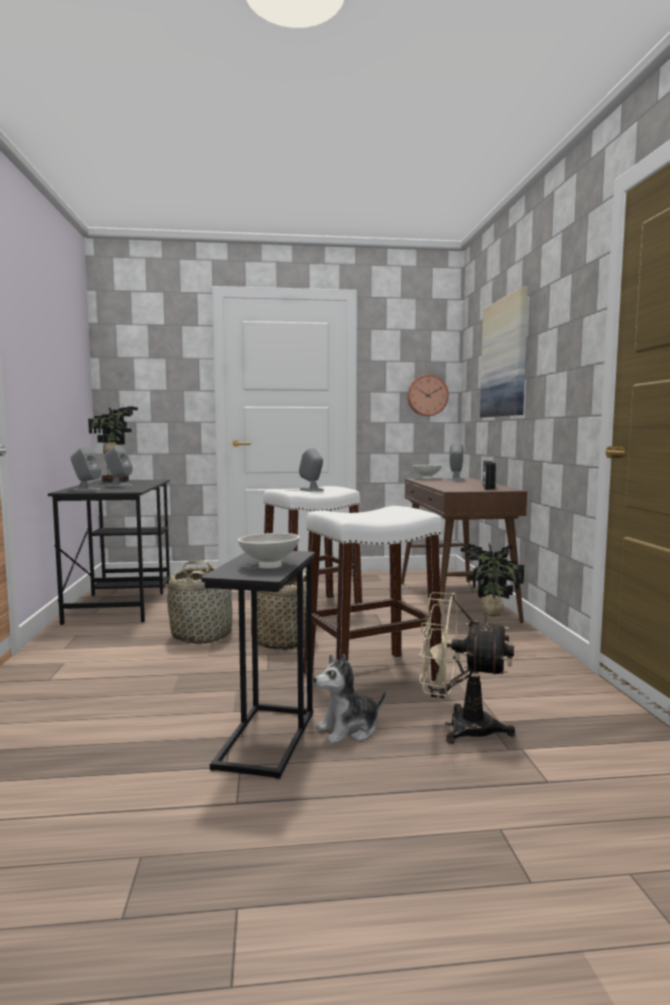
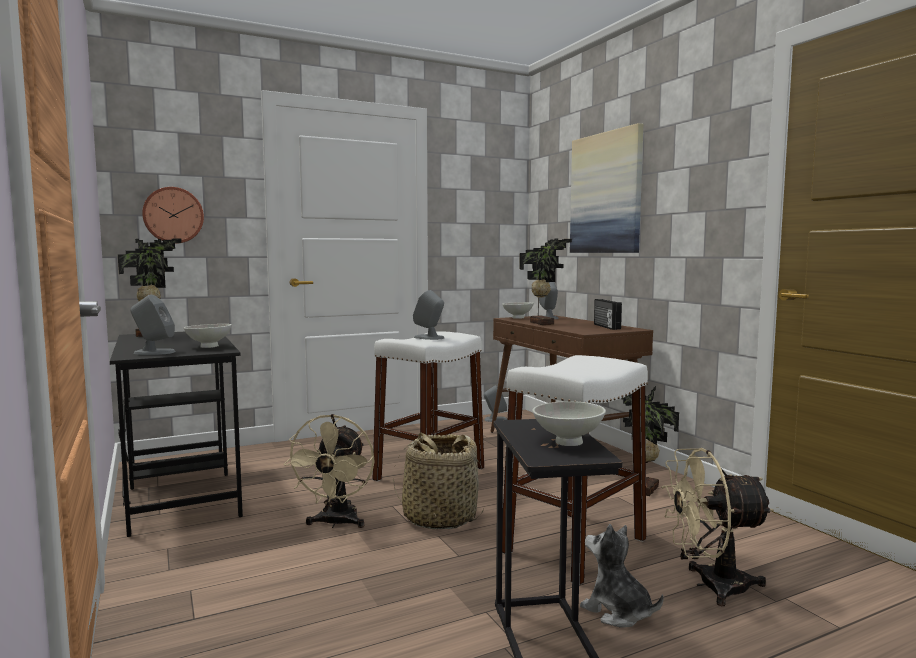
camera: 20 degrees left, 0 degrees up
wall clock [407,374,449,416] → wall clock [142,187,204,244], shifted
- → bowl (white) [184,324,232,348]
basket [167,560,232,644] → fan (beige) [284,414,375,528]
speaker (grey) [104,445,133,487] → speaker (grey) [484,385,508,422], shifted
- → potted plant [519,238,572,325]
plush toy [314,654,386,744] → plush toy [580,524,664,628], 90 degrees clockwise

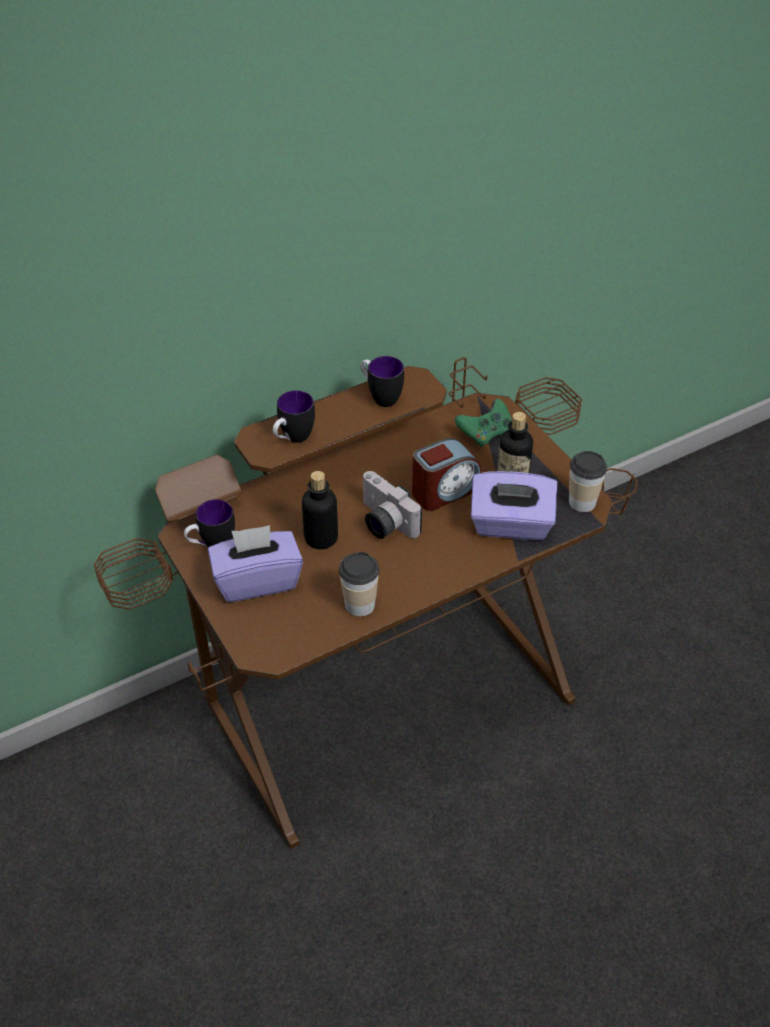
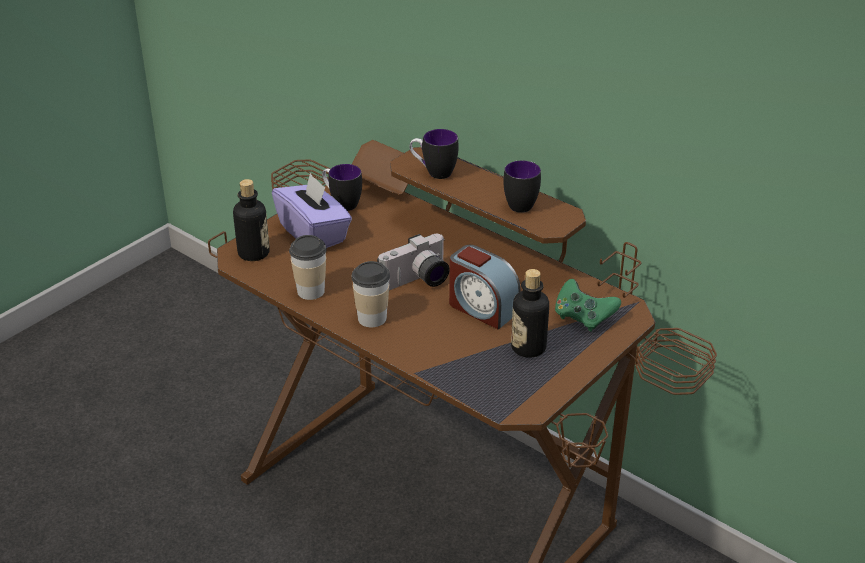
camera: 70 degrees right, 10 degrees down
bottle [302,471,338,549] → bottle [233,179,270,261], shifted
cup [569,451,607,512] → cup [351,261,390,327], shifted
photo camera [362,471,422,539] → photo camera [377,234,450,290], 150 degrees counterclockwise
tissue box (purple) [471,471,557,540] → -

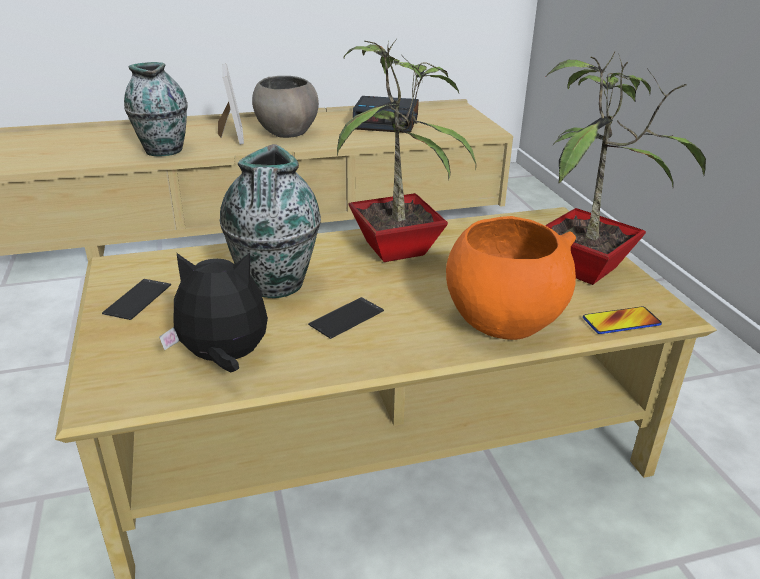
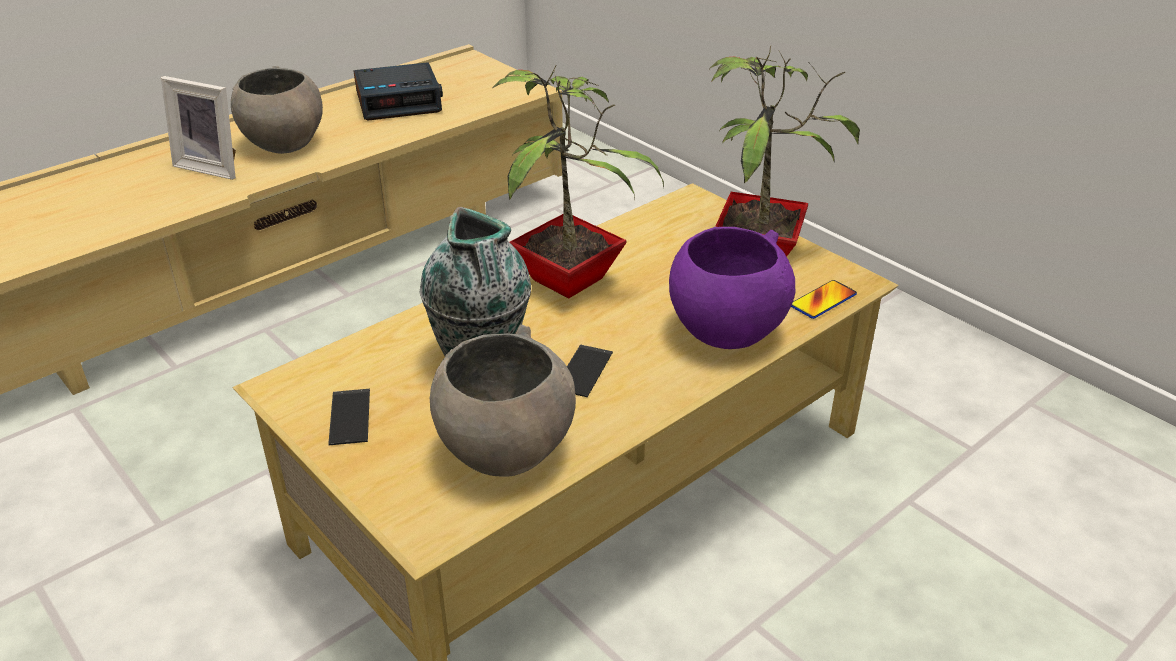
camera: 25 degrees left, 5 degrees up
picture frame [218,64,244,145] → picture frame [161,76,236,180], 150 degrees clockwise
plush toy [159,253,268,372] → bowl (grey) [430,325,576,476]
bowl (orange) [446,216,576,340] → bowl (purple) [669,227,795,349]
vase [124,62,188,156] → -

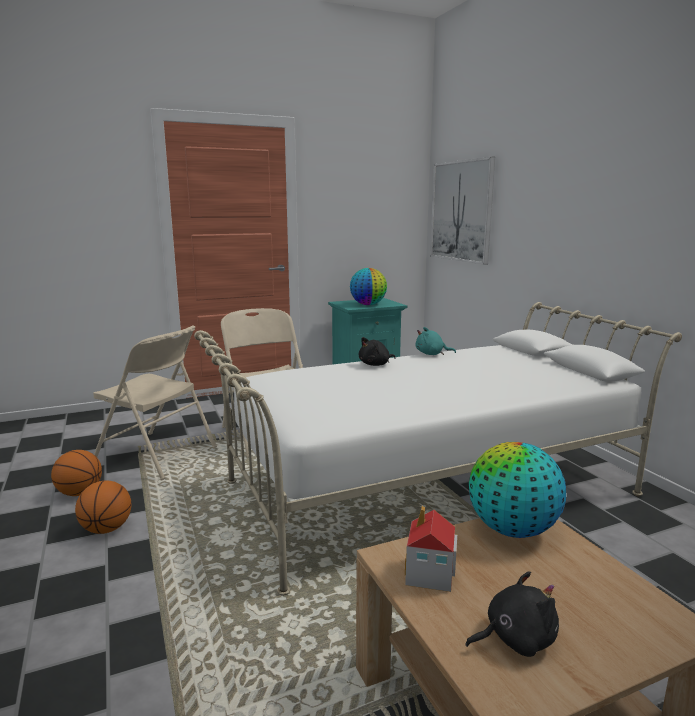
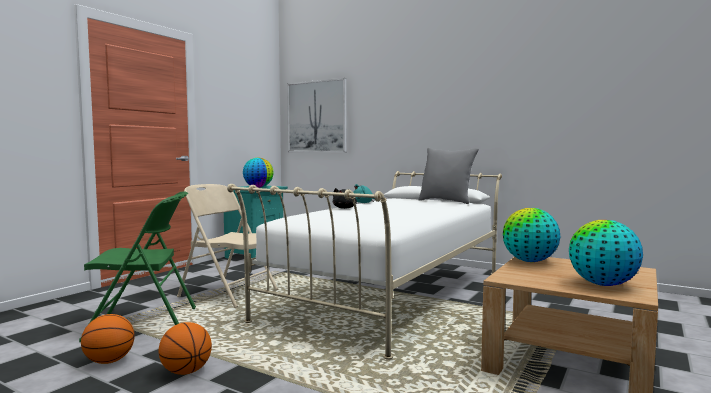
camera: 35 degrees left, 10 degrees down
chair (beige) [93,325,217,481] → chair (green) [79,191,196,343]
- → pillow (grey) [418,148,479,204]
plush toy (black) [465,571,559,657] → globe [569,220,643,286]
toy house [405,506,457,592] → -

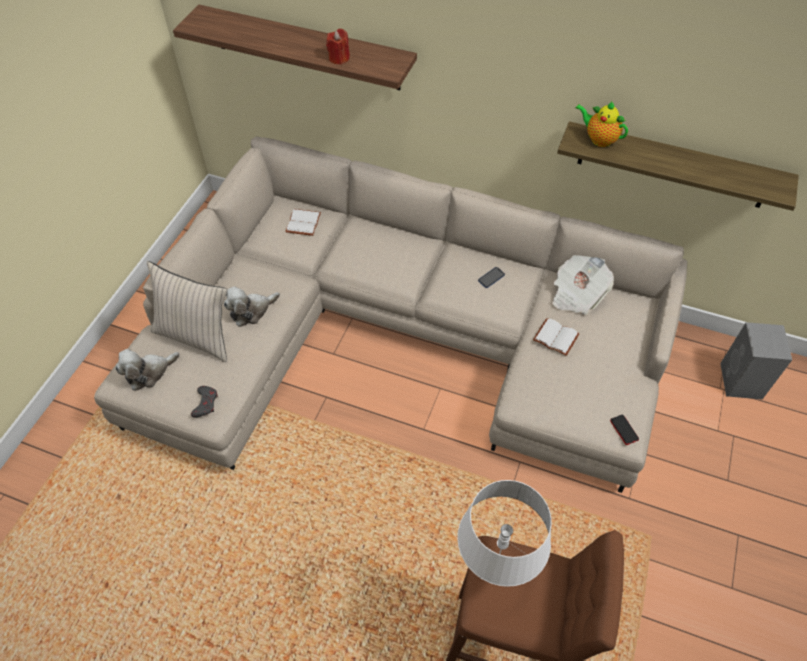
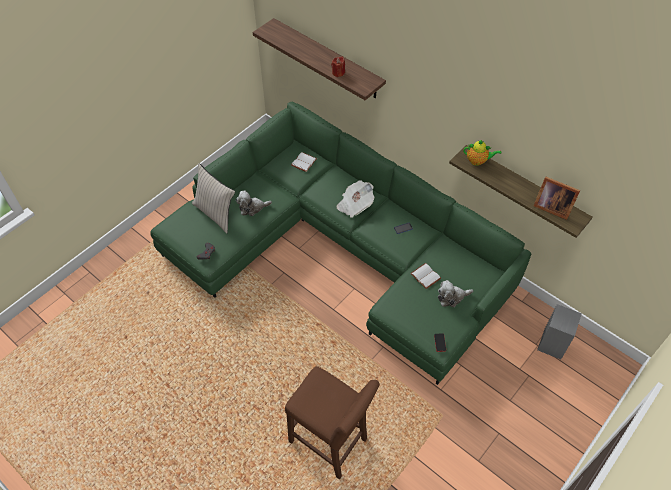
camera: 20 degrees right, 0 degrees up
sofa (beige) [94,136,687,493] → sofa (green) [150,102,532,385]
newspaper [552,255,614,315] → newspaper [336,180,374,218], shifted
plush toy [115,349,180,391] → plush toy [438,280,473,307], shifted
teapot [575,101,628,147] → teapot [463,140,501,166], 135 degrees clockwise
- → picture frame [533,177,580,220]
table lamp (white) [457,480,552,587] → -

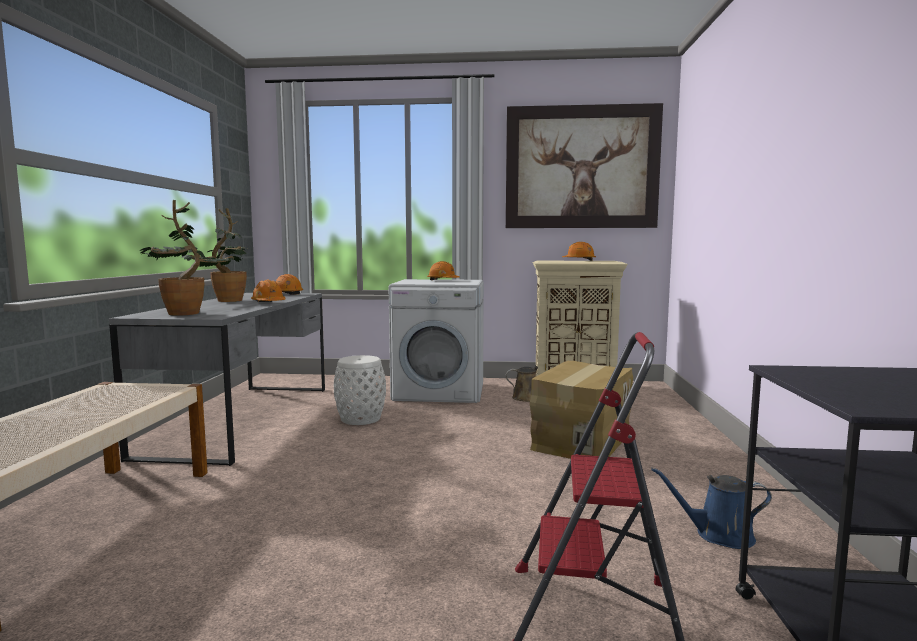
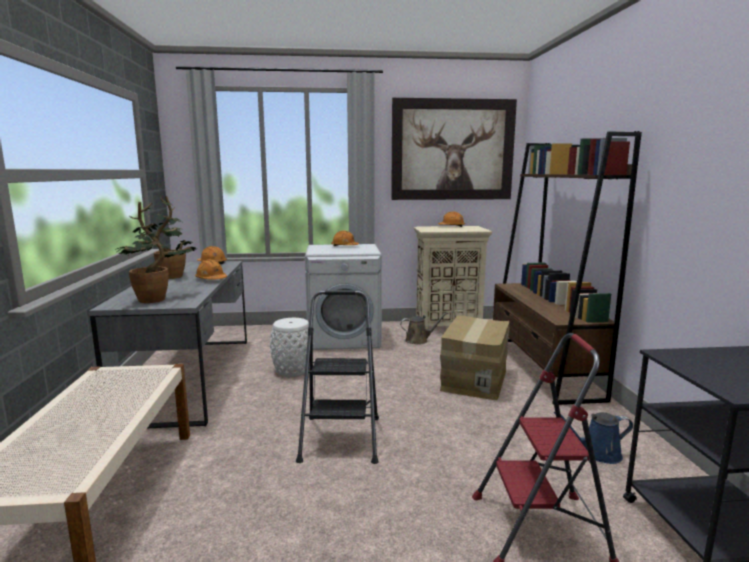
camera: 10 degrees left, 5 degrees up
- → step ladder (black) [296,290,379,464]
- → bookcase (brown) [493,131,642,405]

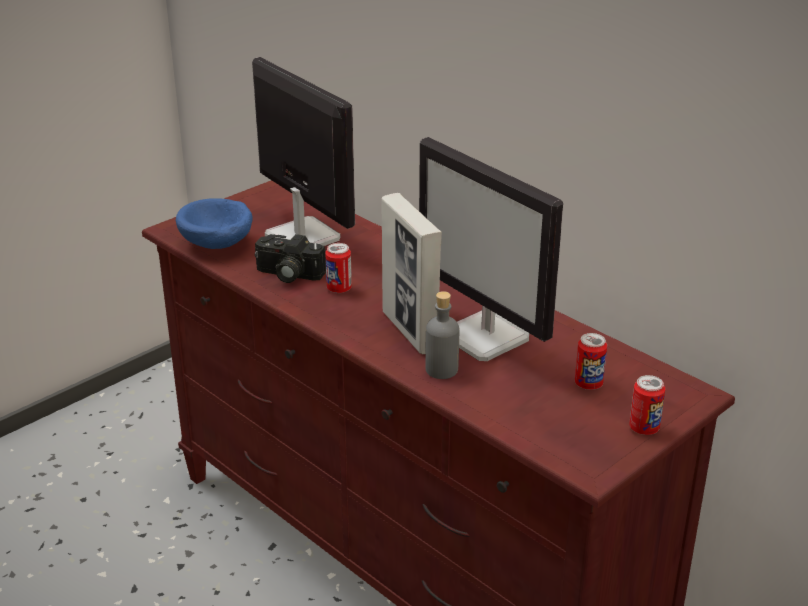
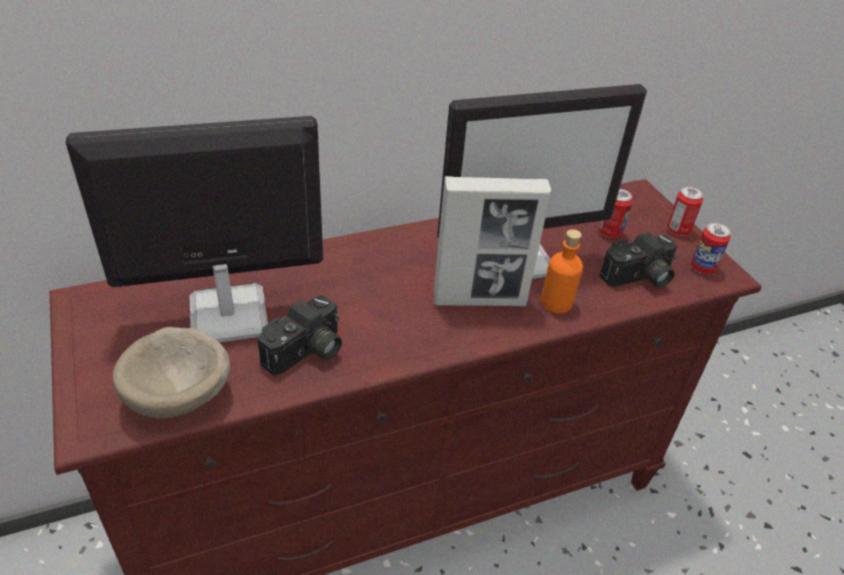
camera: 70 degrees left, 10 degrees up
bowl (blue) [176,198,253,249] → bowl (beige) [113,327,231,418]
bottle (grey) [425,291,459,379] → bottle (orange) [541,229,583,314]
- → photo camera [600,232,678,288]
can [325,243,352,293] → can [691,223,731,274], shifted

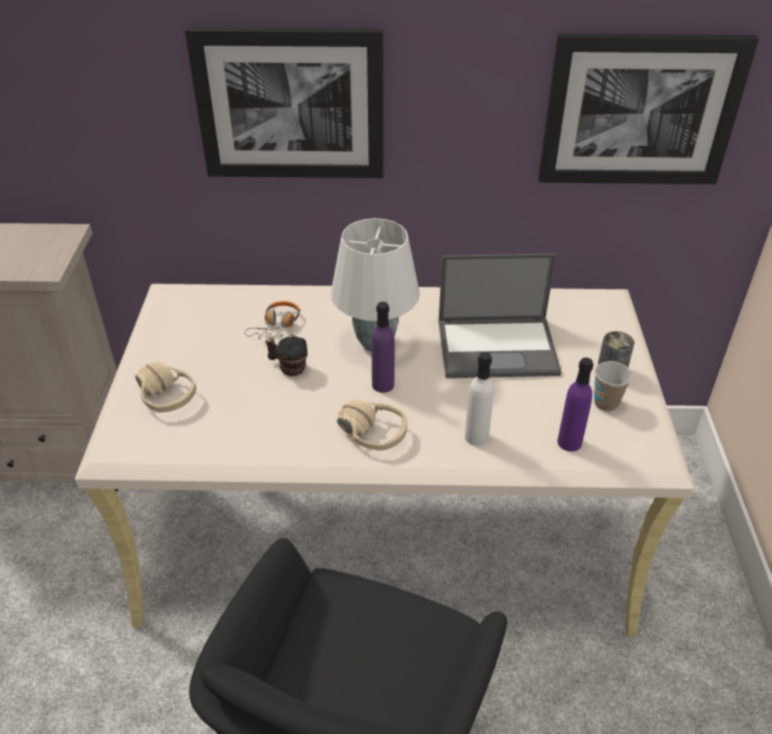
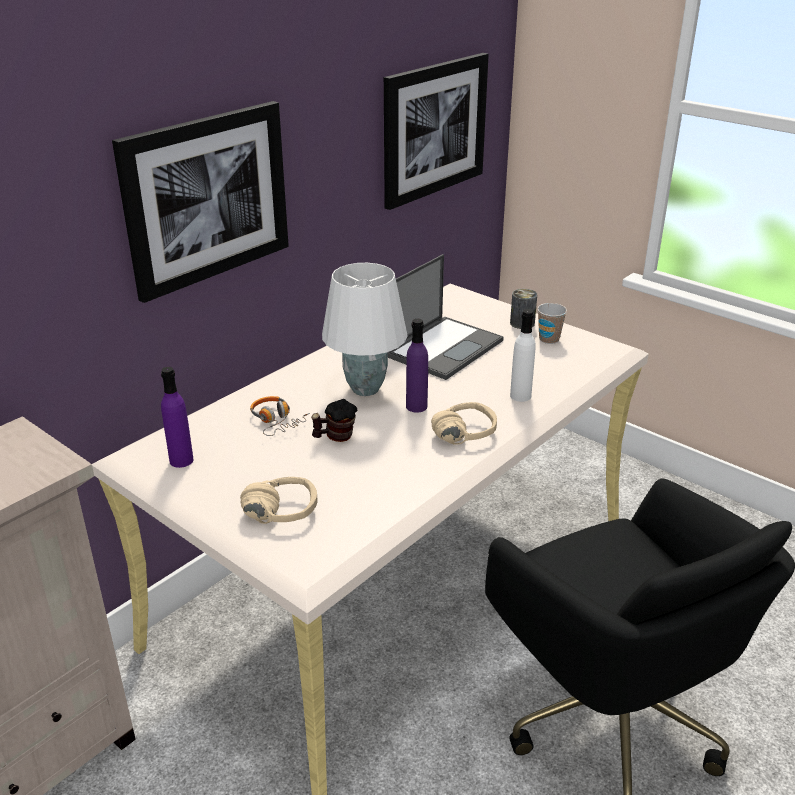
camera: 50 degrees left, 10 degrees down
bottle (purple) [557,358,593,452] → bottle (purple) [161,367,193,468], shifted

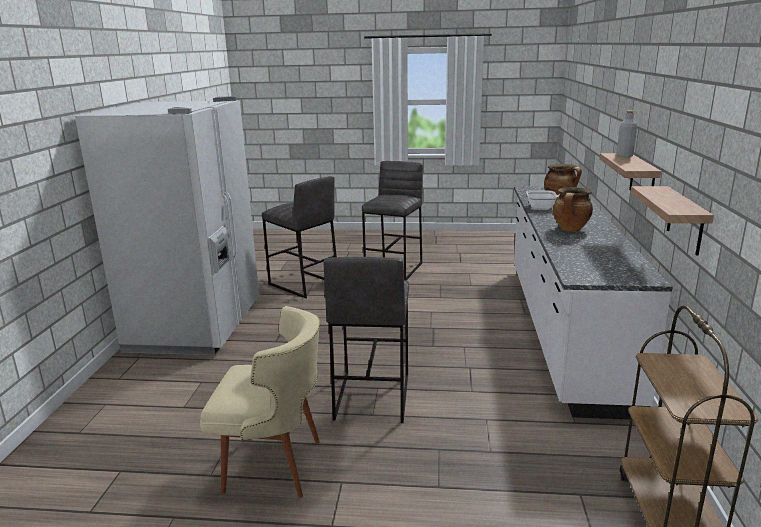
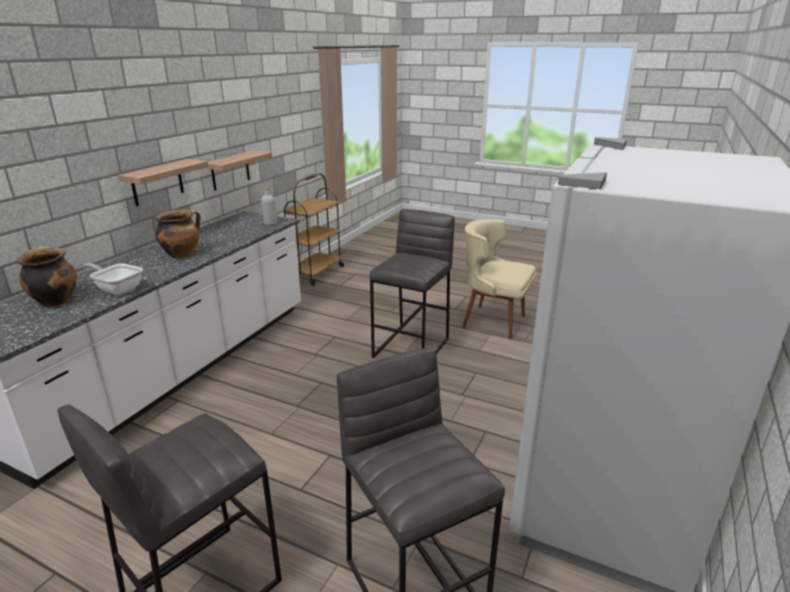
camera: 160 degrees left, 5 degrees up
bottle (grey) [617,111,637,158] → bottle (grey) [261,187,277,226], shifted

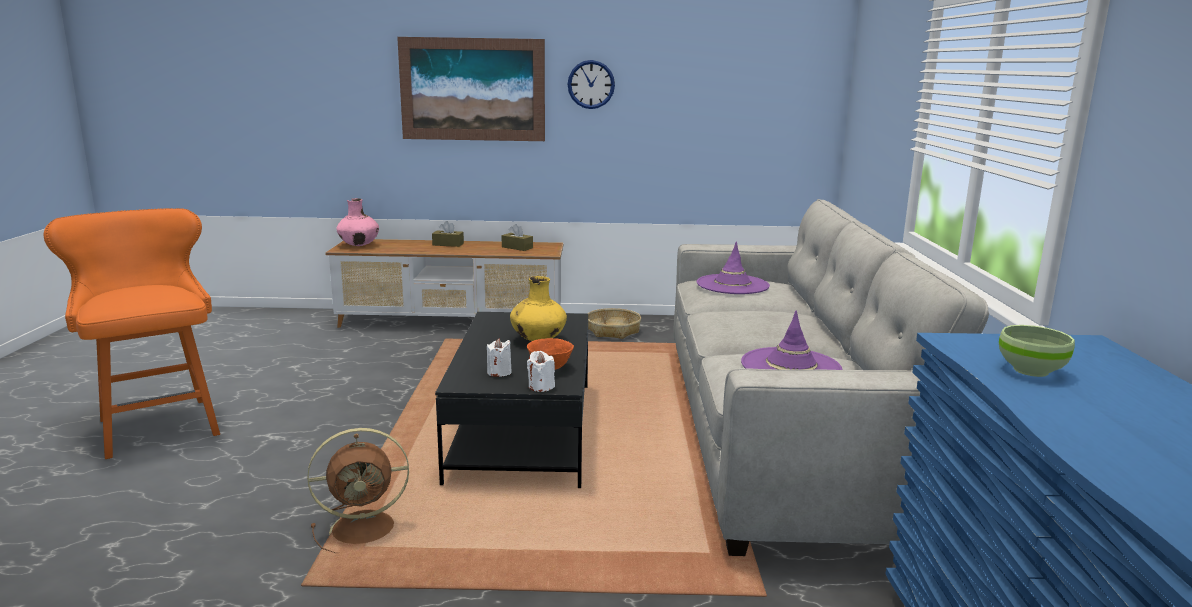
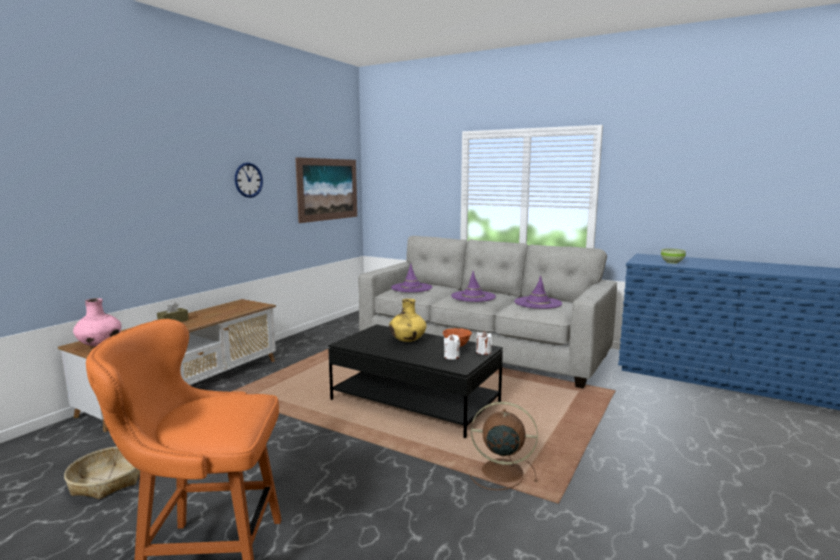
camera: 60 degrees left, 5 degrees down
basket [587,308,641,339] → basket [64,446,140,499], shifted
picture [397,37,545,141] → picture [295,157,357,223], shifted
- → hat (purple) [451,271,496,302]
fan (brown) [307,428,409,553] → fan (brown) [470,402,538,490], 90 degrees counterclockwise
tissue box (brown) [502,224,533,251] → -

